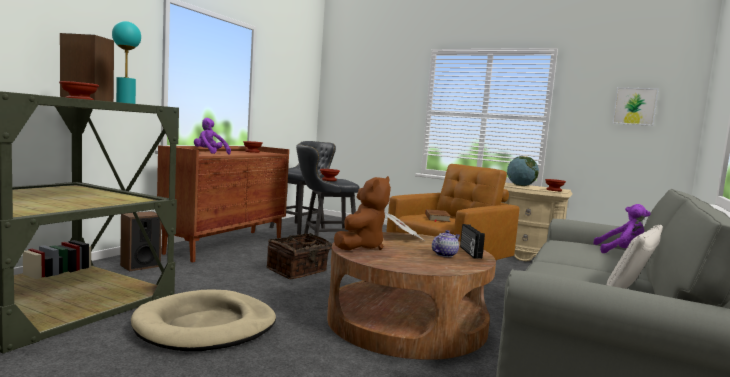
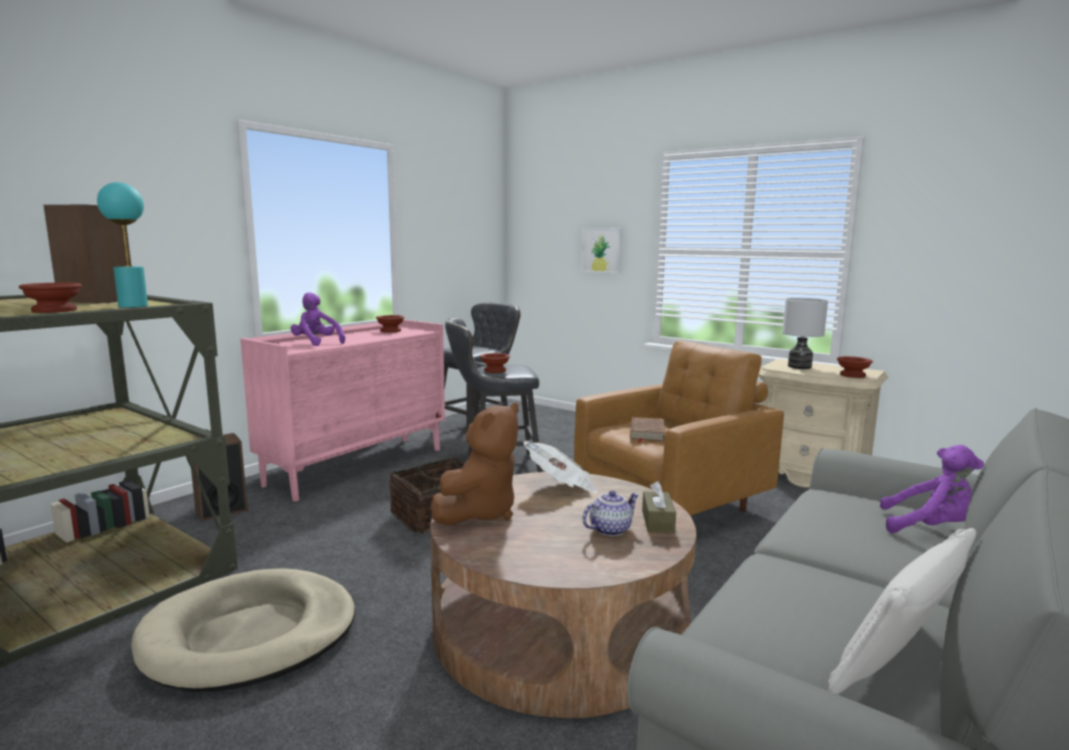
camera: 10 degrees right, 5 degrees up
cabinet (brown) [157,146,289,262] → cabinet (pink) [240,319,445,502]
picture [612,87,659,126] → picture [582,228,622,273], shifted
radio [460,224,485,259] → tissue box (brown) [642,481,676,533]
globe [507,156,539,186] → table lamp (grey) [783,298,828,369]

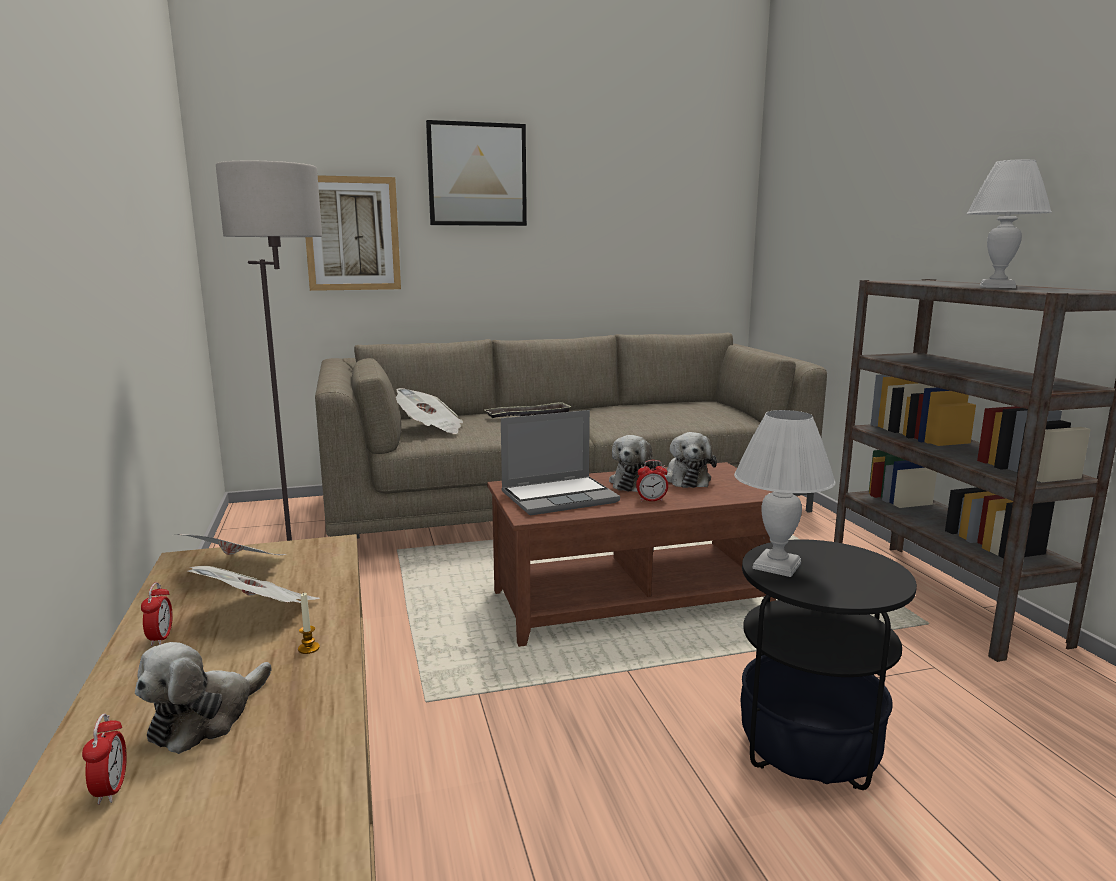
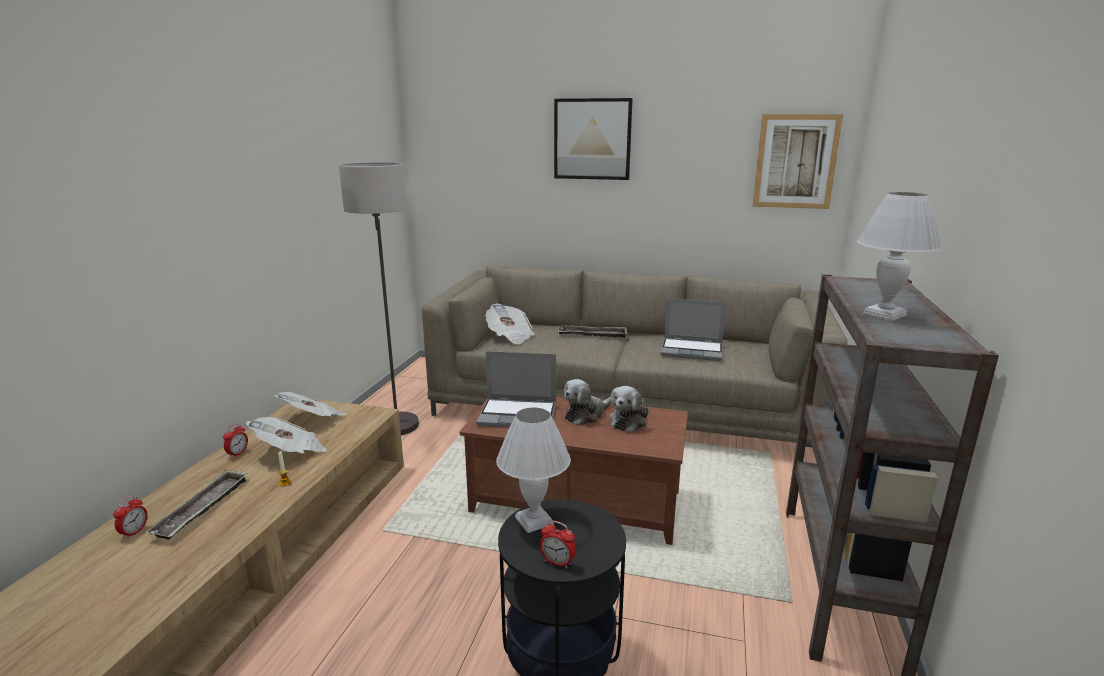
camera: 30 degrees right, 5 degrees up
plush toy [135,642,272,754] → tray [145,469,248,540]
alarm clock [636,460,668,502] → alarm clock [540,521,576,569], shifted
- → laptop [661,298,726,361]
picture [305,175,401,291] → picture [752,114,843,209], shifted

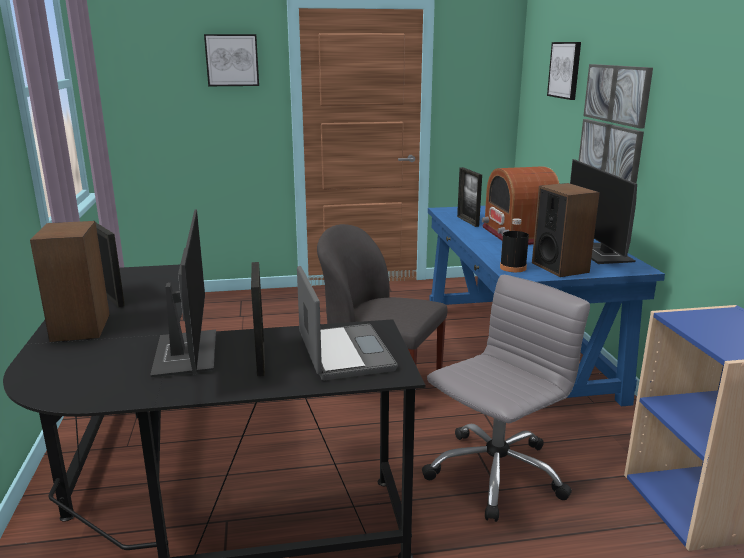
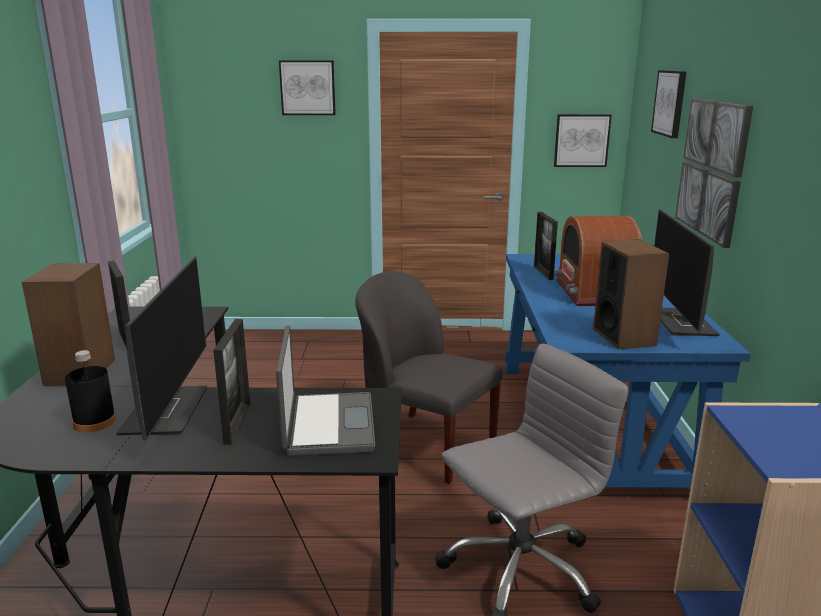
camera: 10 degrees right, 0 degrees up
bottle (black) [500,218,529,272] → bottle (black) [65,350,116,432], shifted
- → picture [554,114,612,167]

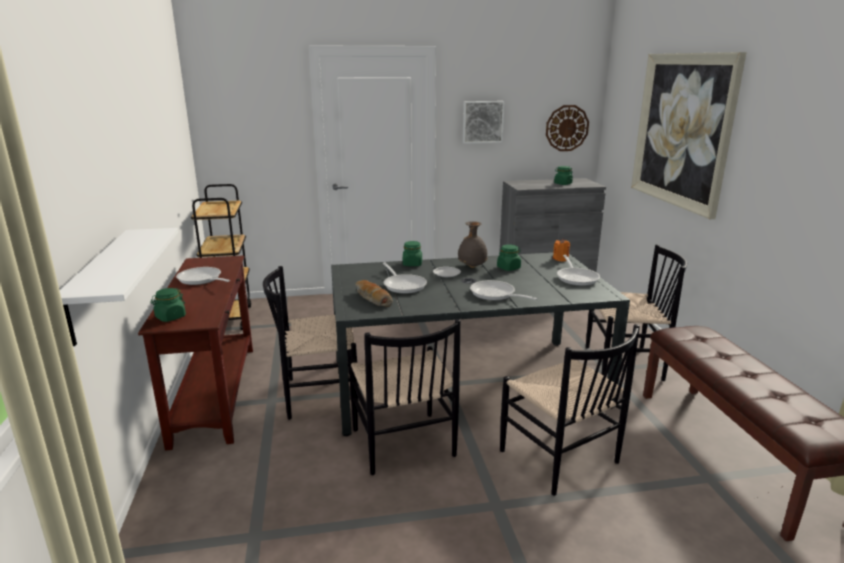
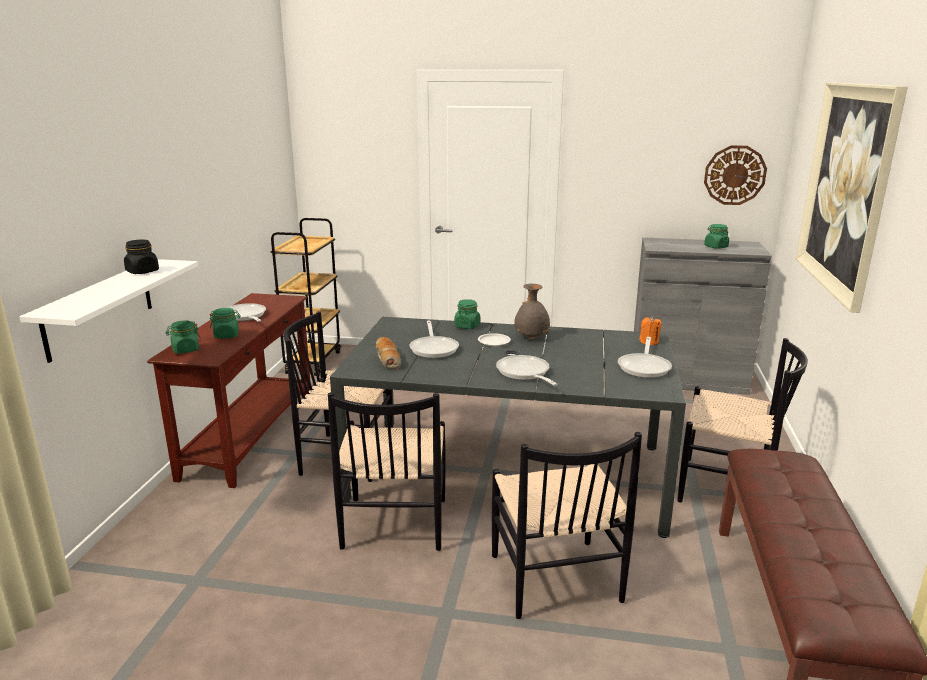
camera: 20 degrees right, 0 degrees up
- → jar (black) [124,240,159,274]
jar (green) [497,244,521,271] → jar (green) [210,308,240,339], shifted
picture [463,101,504,144] → -

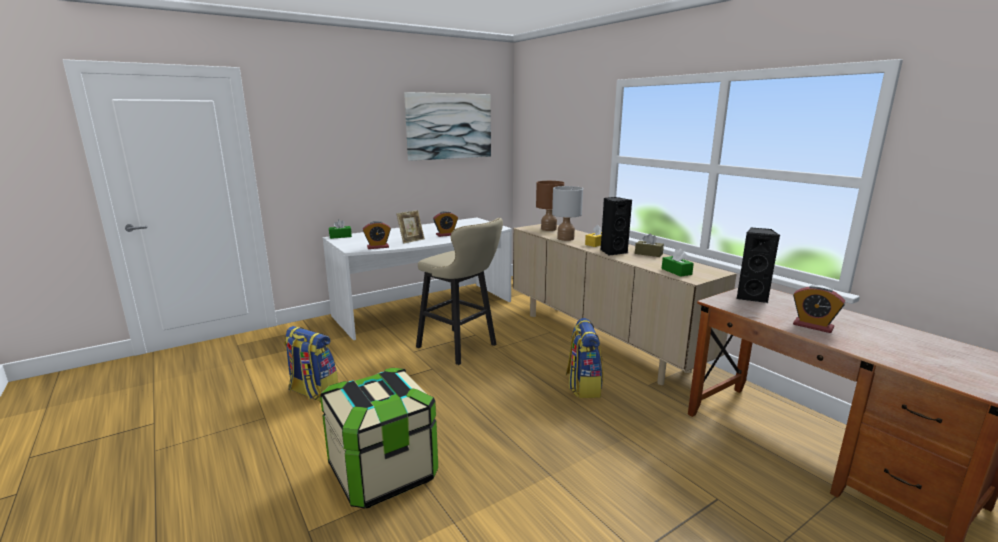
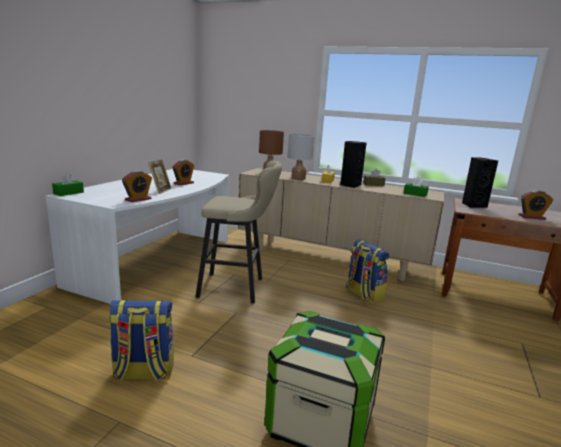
camera: 35 degrees left, 0 degrees up
picture [404,92,491,161] → -

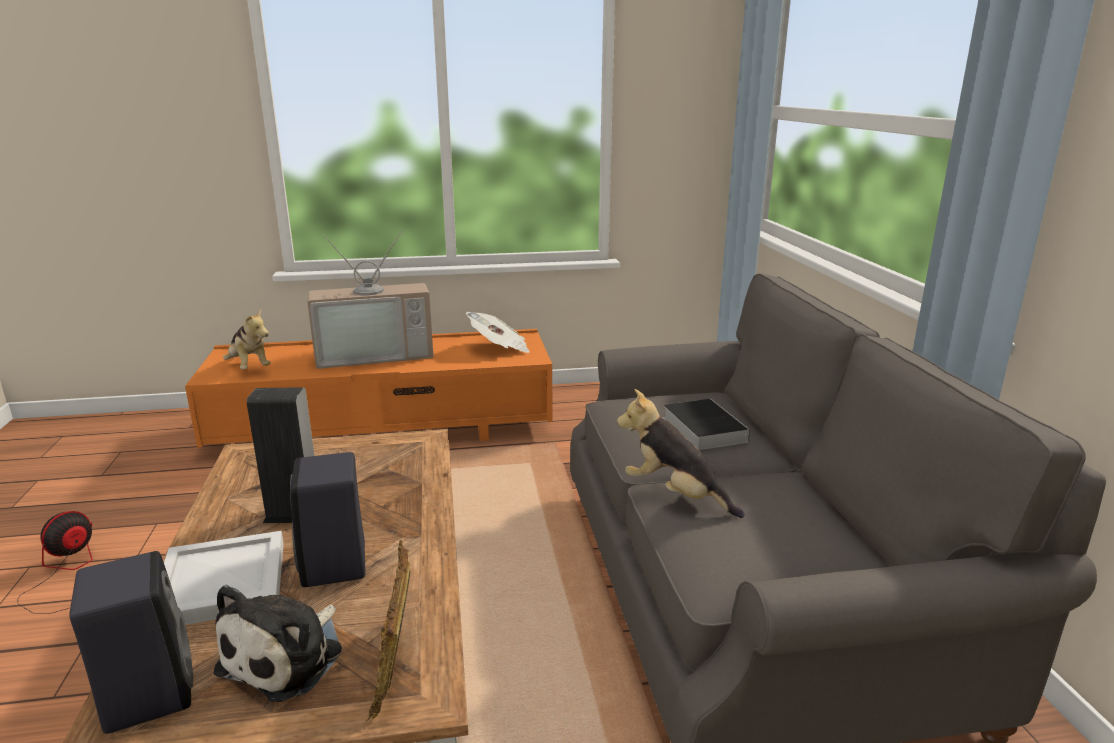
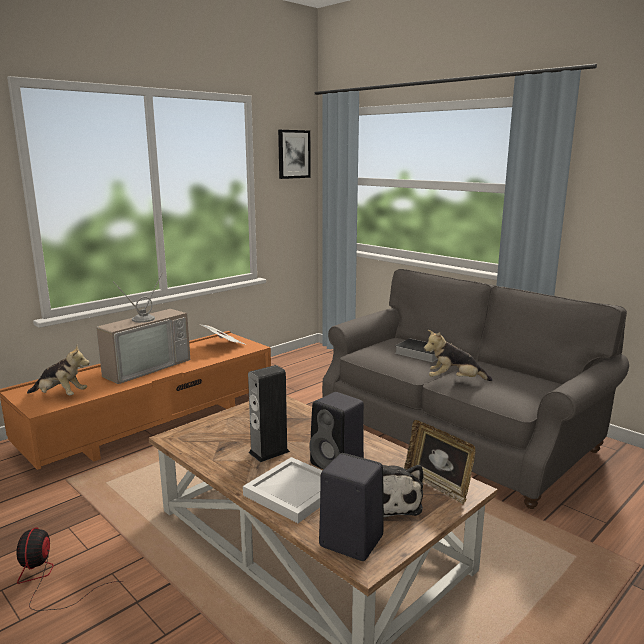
camera: 35 degrees left, 5 degrees down
- → picture [278,130,311,179]

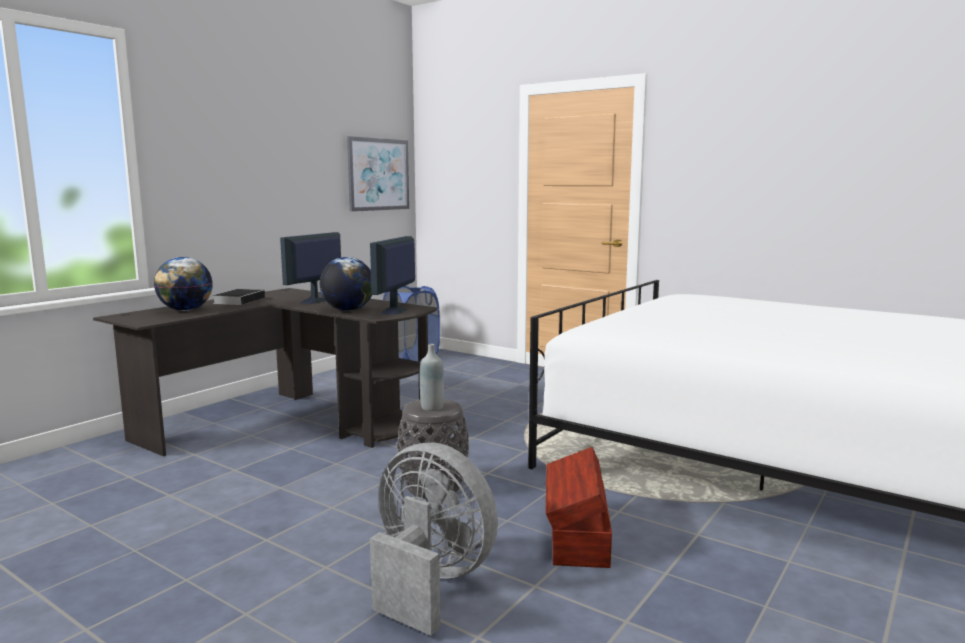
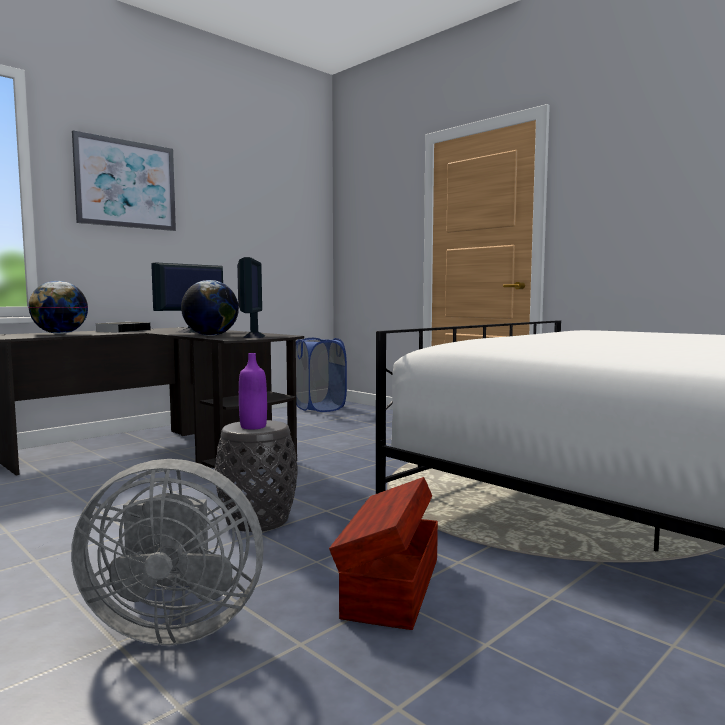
camera: 10 degrees right, 5 degrees down
fan (grey) [370,442,498,636] → fan (grey) [71,459,264,645], 135 degrees clockwise
picture [347,136,409,212] → picture [72,130,176,231], shifted
monitor [370,236,415,315] → monitor [237,257,265,338], 150 degrees clockwise
bottle (grey) [420,344,444,411] → bottle (purple) [239,353,267,429]

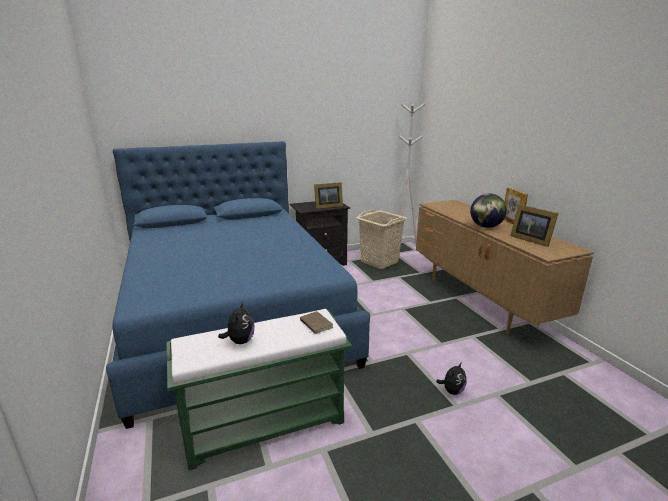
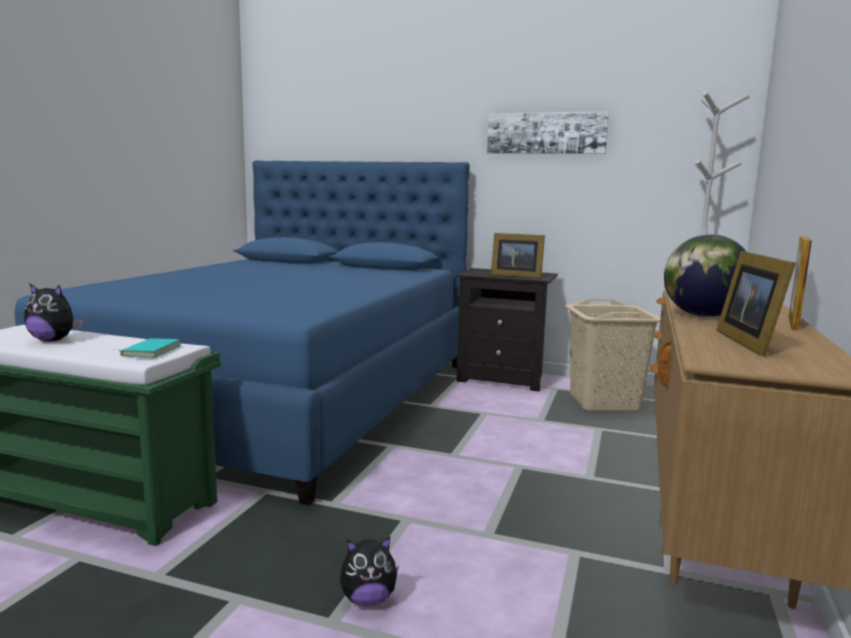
camera: 40 degrees right, 10 degrees down
plush toy [218,302,255,344] → plush toy [24,284,83,341], 60 degrees clockwise
book (brown) [300,311,333,334] → book (turquoise) [112,338,181,358]
- → picture [487,111,609,154]

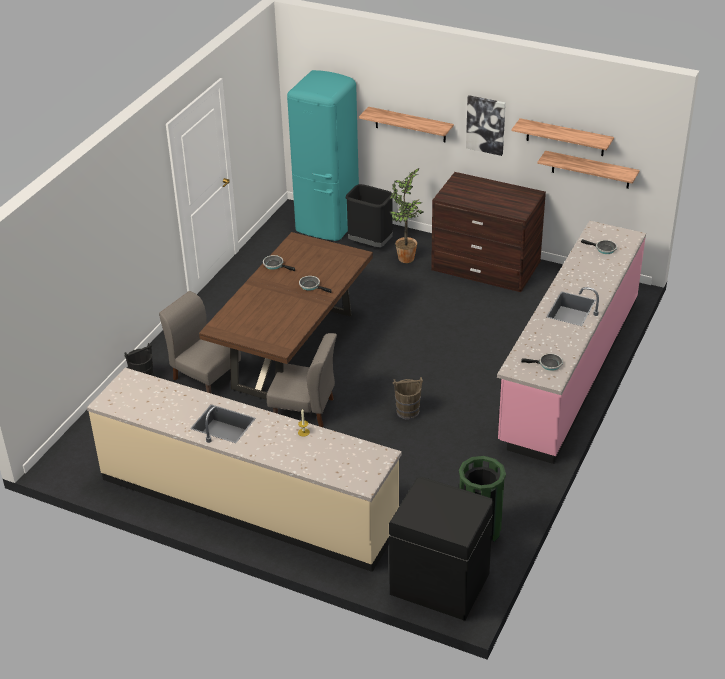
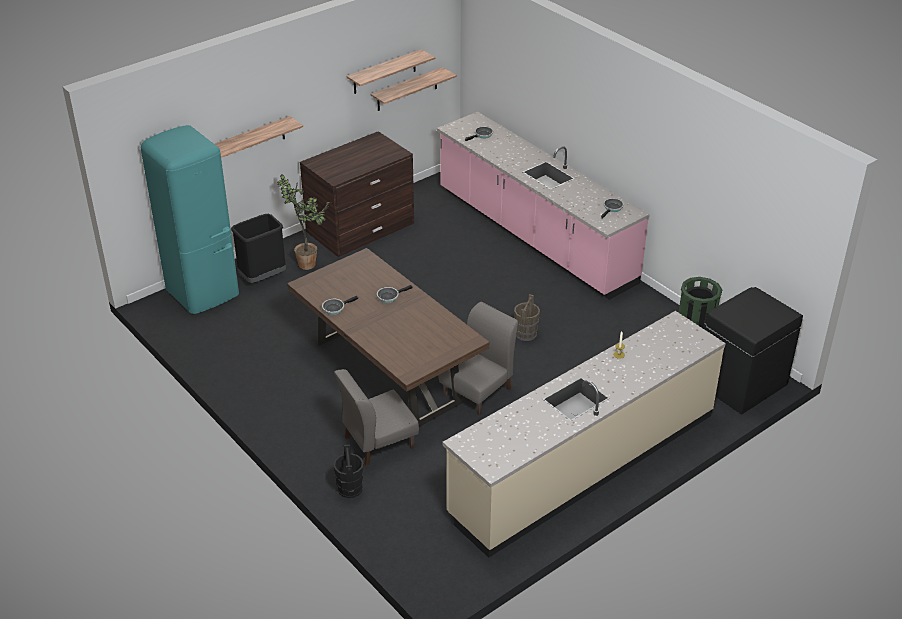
camera: 65 degrees left, 0 degrees up
picture [466,95,506,156] → -

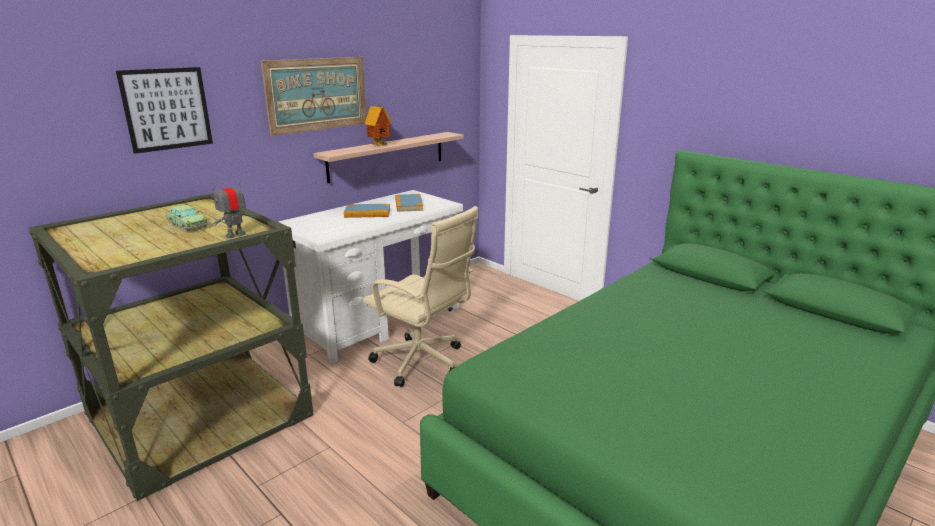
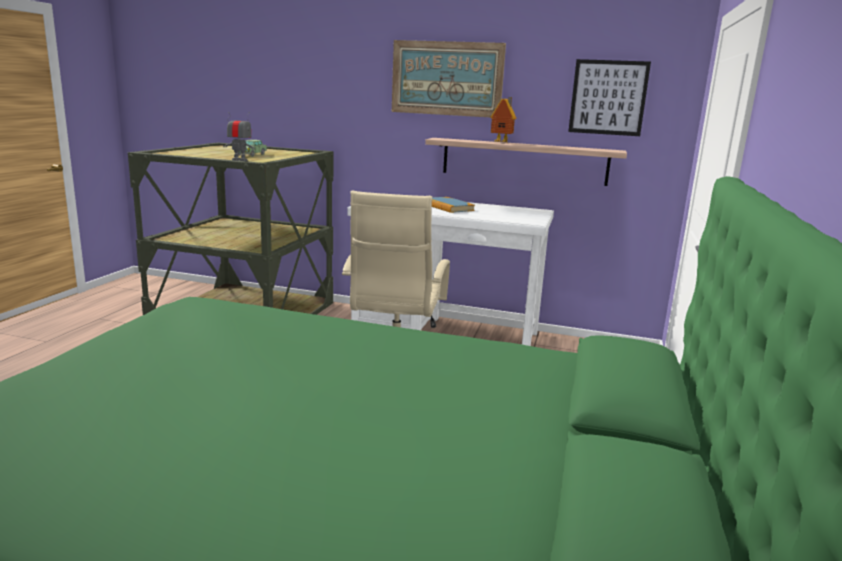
camera: 60 degrees right, 5 degrees down
picture [116,67,213,154] → picture [568,59,651,136], shifted
book [395,194,424,212] → -

